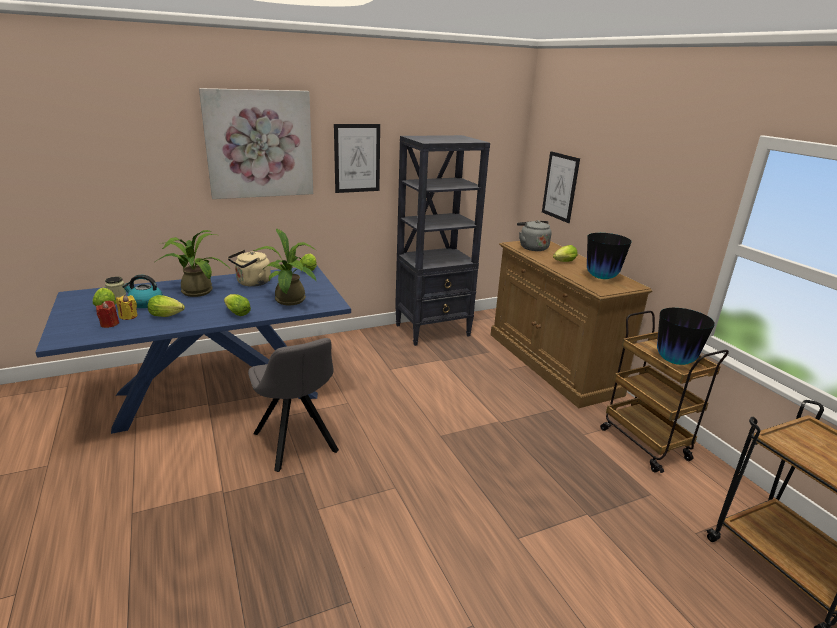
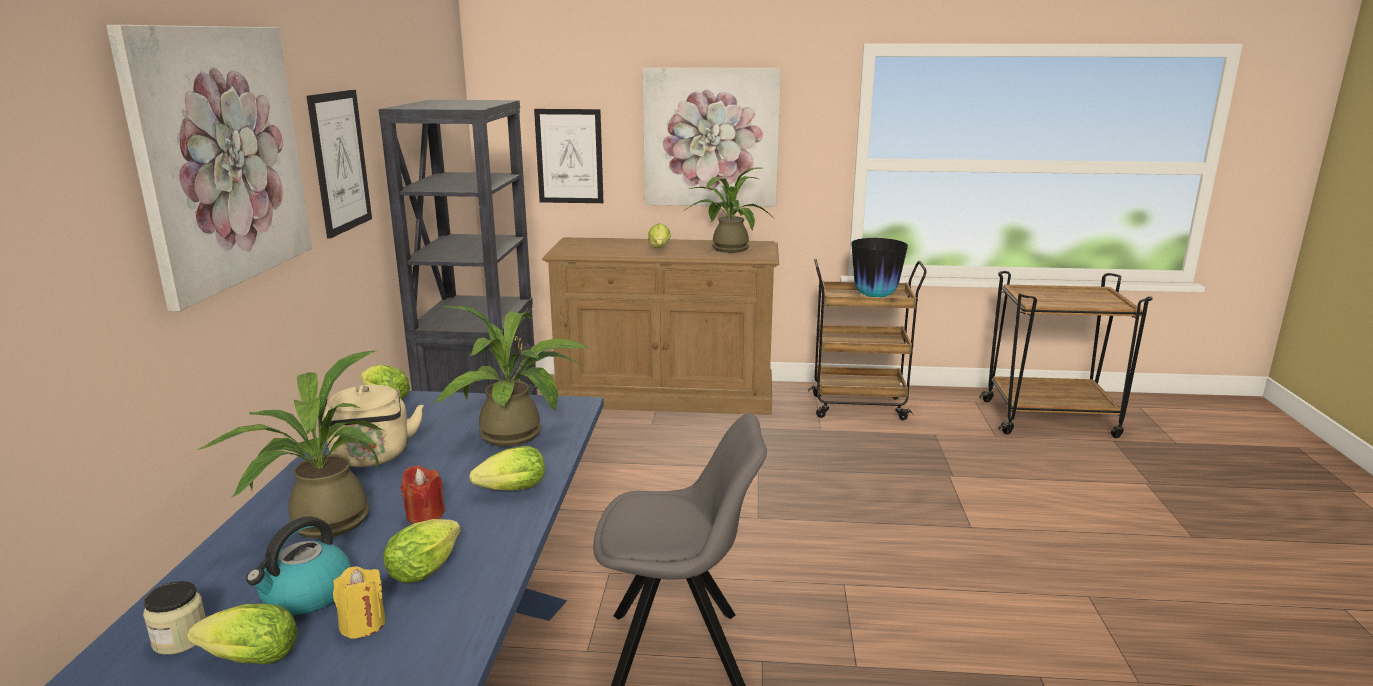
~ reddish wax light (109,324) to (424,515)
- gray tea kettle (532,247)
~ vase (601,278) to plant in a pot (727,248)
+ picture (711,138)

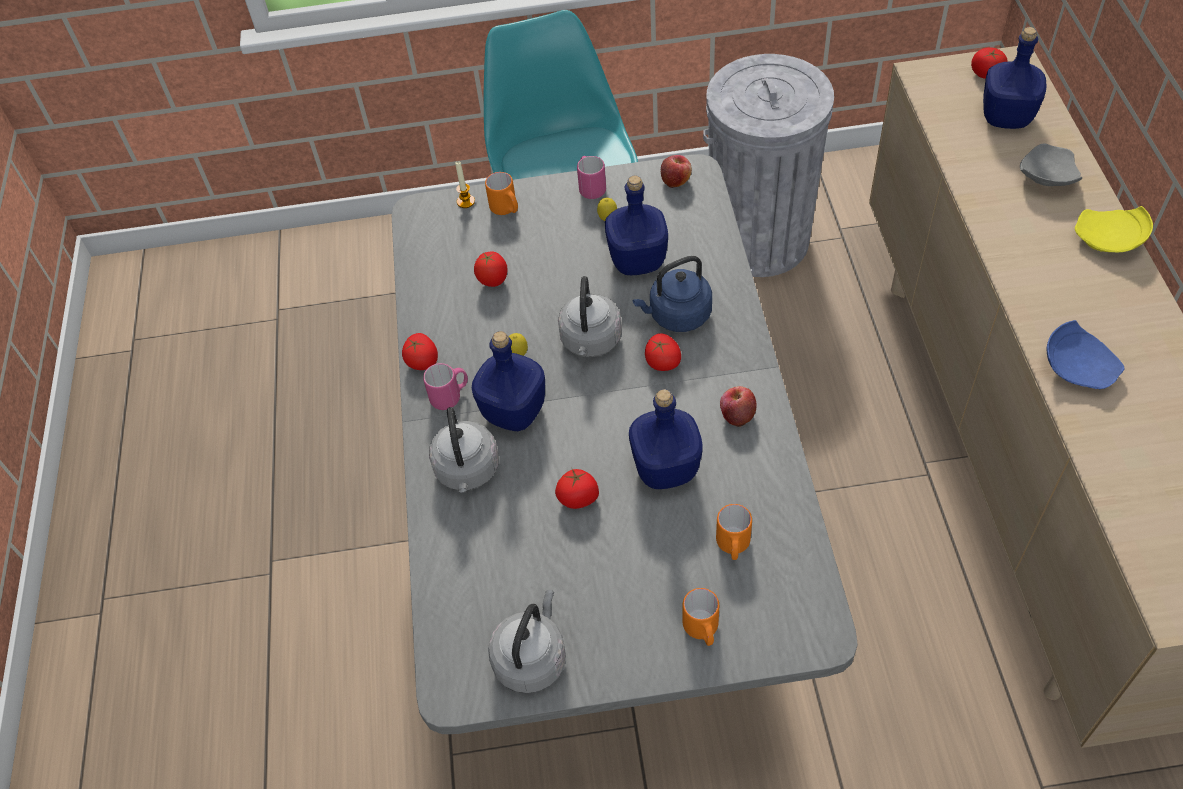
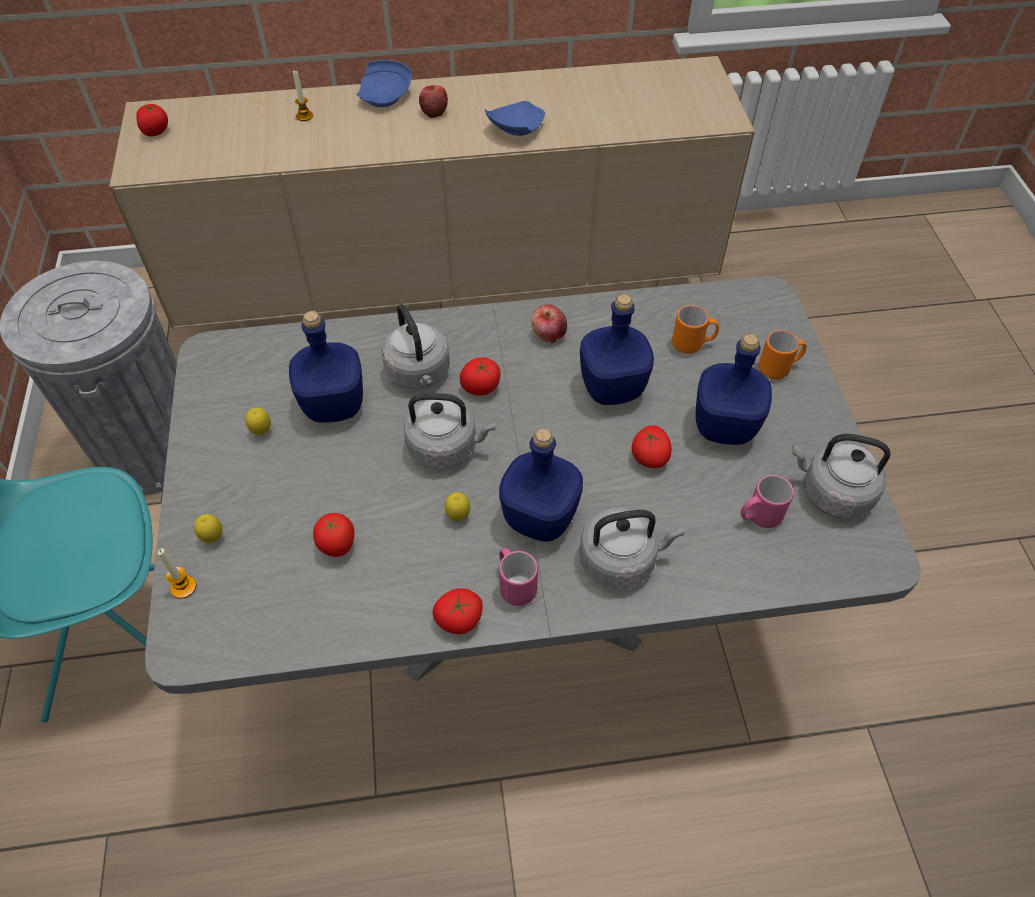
~ orange-coloured mug (506,209) to whole lemon (213,538)
~ pink mug (590,187) to (758,516)
~ bluish tea kettle (677,315) to gray tea kettle (419,374)
~ apple (676,180) to (434,111)
~ bluish drink bottle (1005,116) to (722,426)
~ gray dinner plate (1046,177) to wax light (304,116)
~ yellow-coloured dinner plate (1109,240) to bluish dinner plate (385,95)

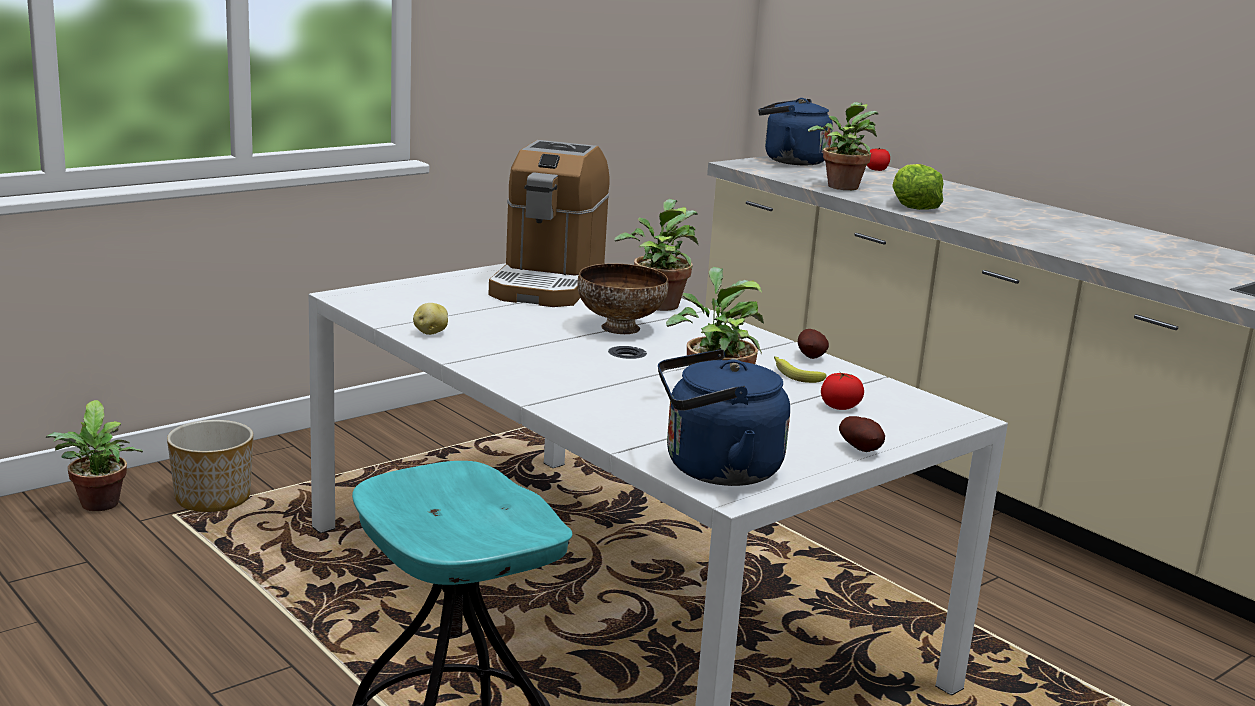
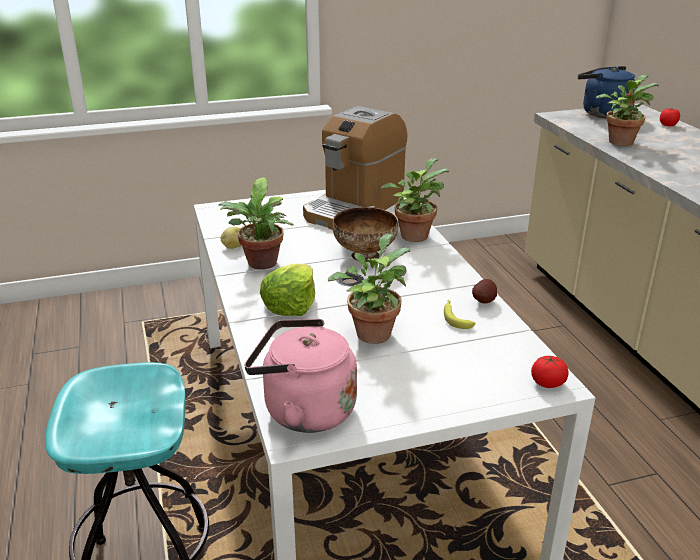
~ plant in a pot (99,506) to (260,265)
- planter (212,498)
~ bluish tea kettle (715,470) to pink tea kettle (303,410)
~ fresh tomato (840,407) to (547,383)
- whole potato (862,450)
~ head of lettuce (913,206) to (290,306)

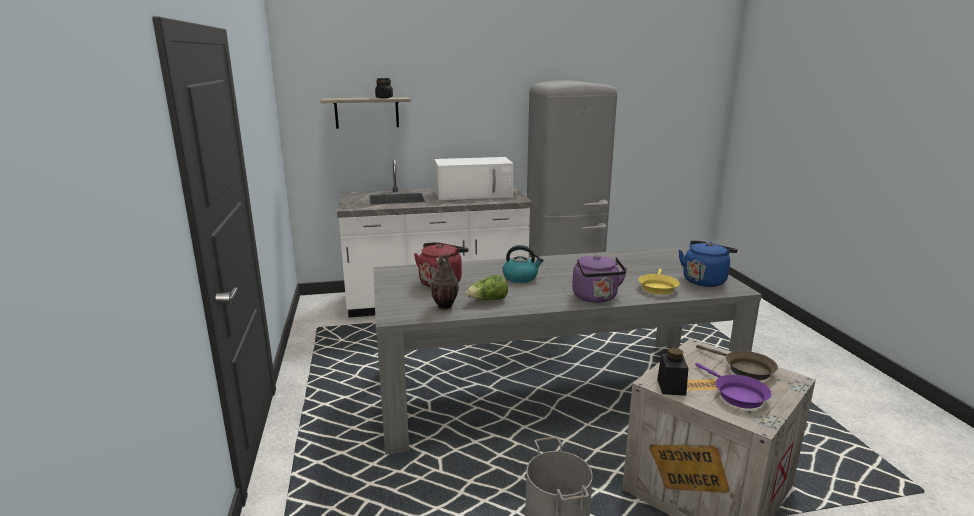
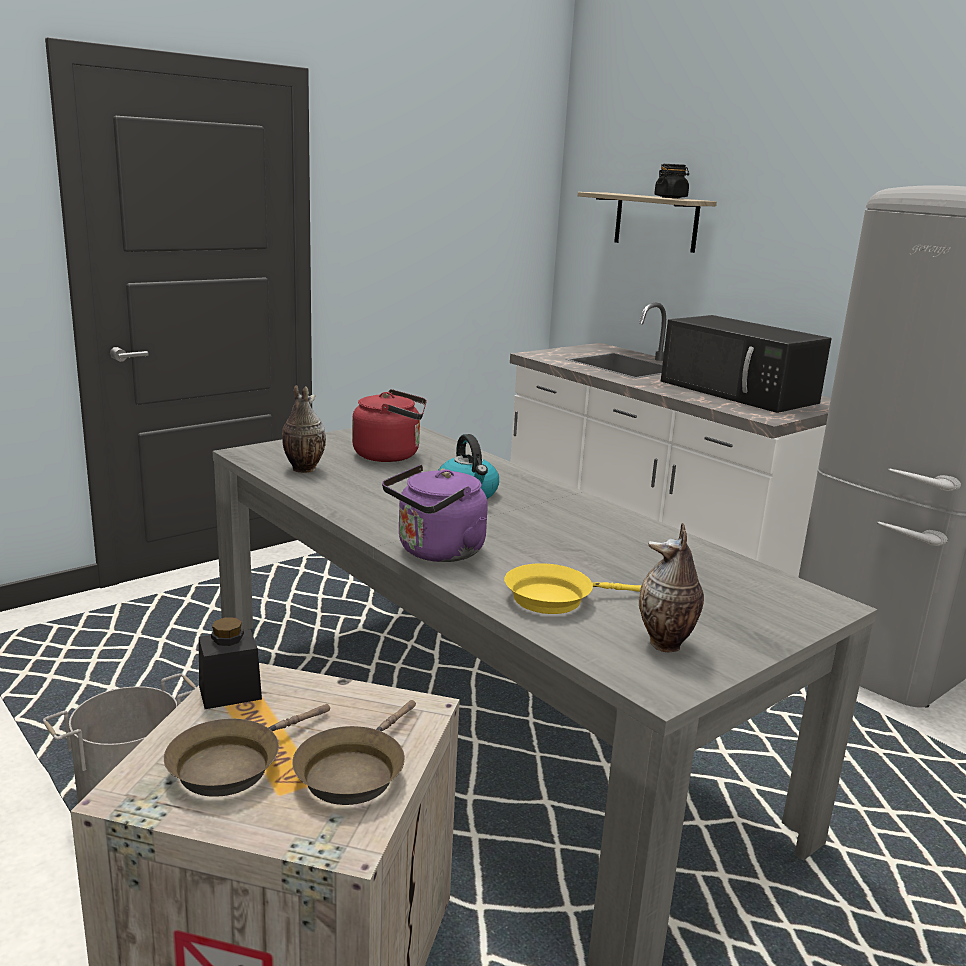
~ white kitchen microwave (474,194) to blackish kitchen microwave (740,392)
- head of lettuce (488,300)
~ bluish tea kettle (705,280) to vase (666,645)
~ purple frying pan (736,395) to brown-coloured frying pan (232,764)

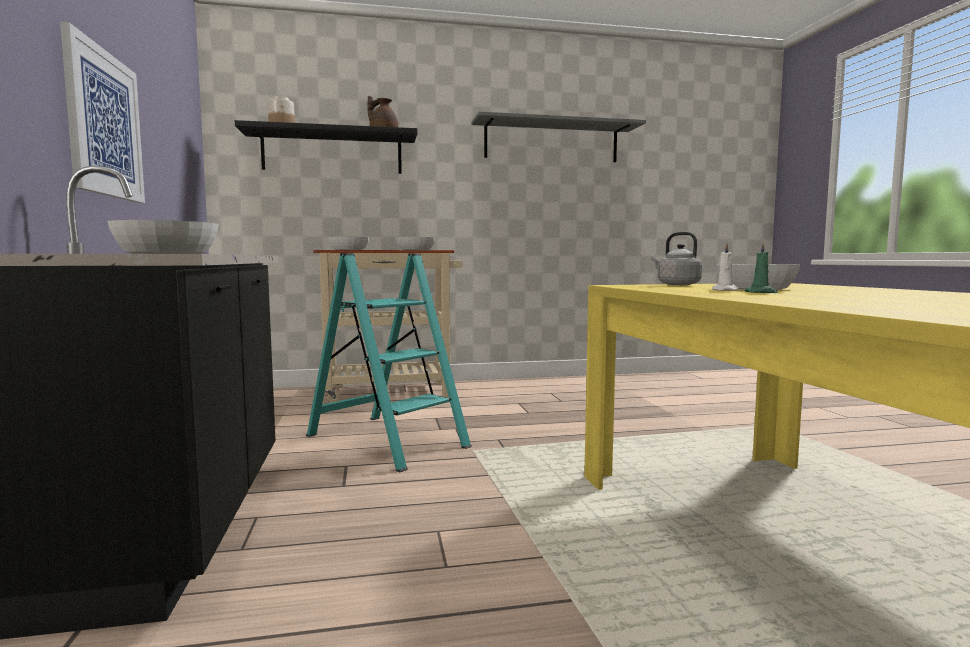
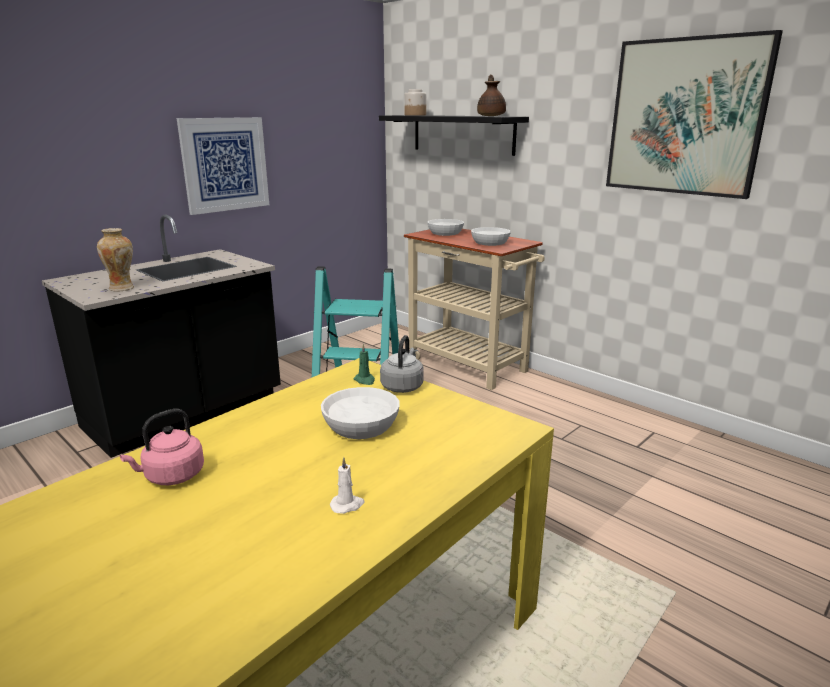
~ white serving bowl (168,253) to vase (122,288)
~ gray wall shelf (551,142) to picture (685,117)
~ white wax light (724,290) to (347,505)
~ green wax light (761,293) to (365,380)
+ pink tea kettle (171,476)

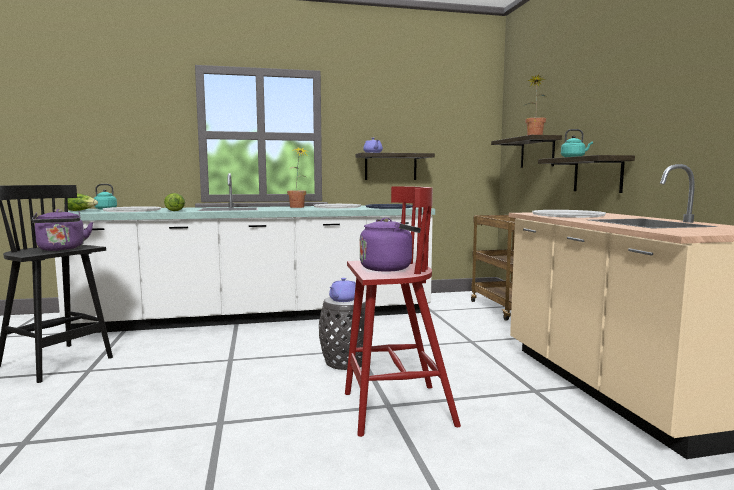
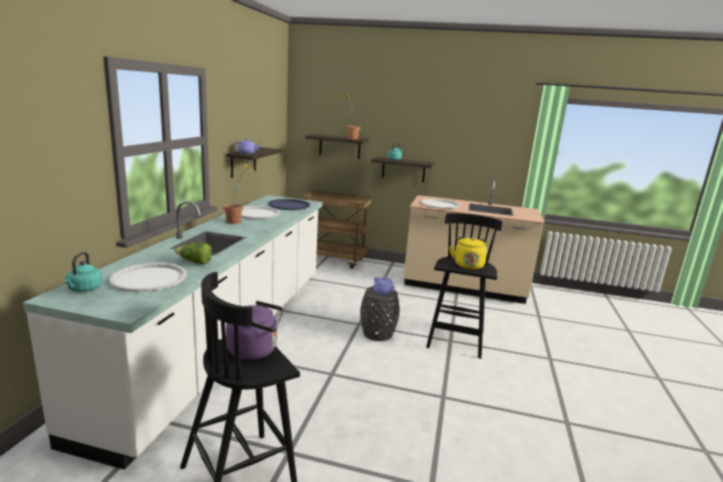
- head of lettuce (81,211)
~ reddish stool seat (394,409) to blackish stool seat (455,340)
~ purple tea kettle (389,268) to yellow-coloured tea kettle (467,265)

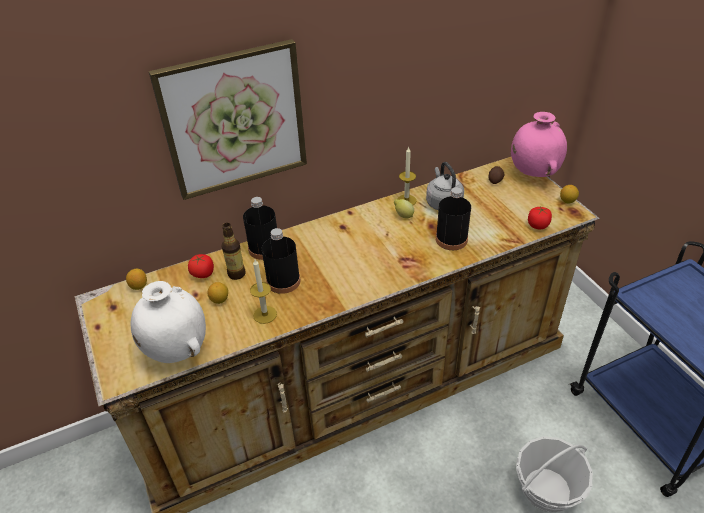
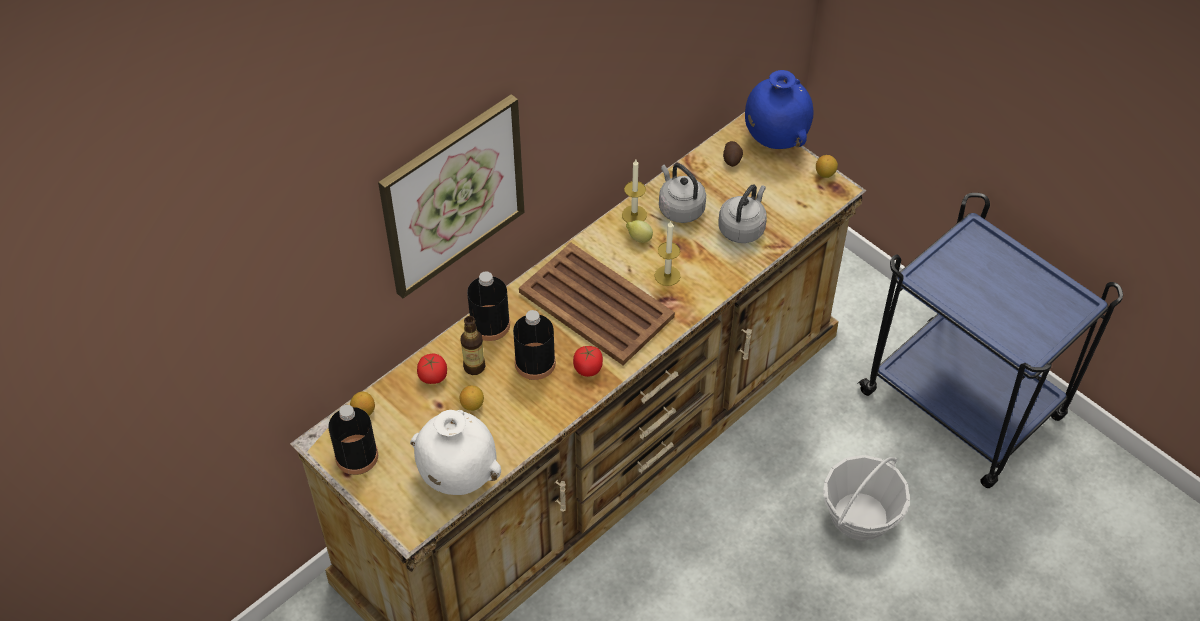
~ wax light (265,314) to (667,275)
~ blackish drink bottle (451,239) to (356,456)
~ pink vase (533,173) to bluish vase (775,139)
~ fresh tomato (538,225) to (588,368)
+ brown-coloured tray (597,305)
+ gray tea kettle (742,228)

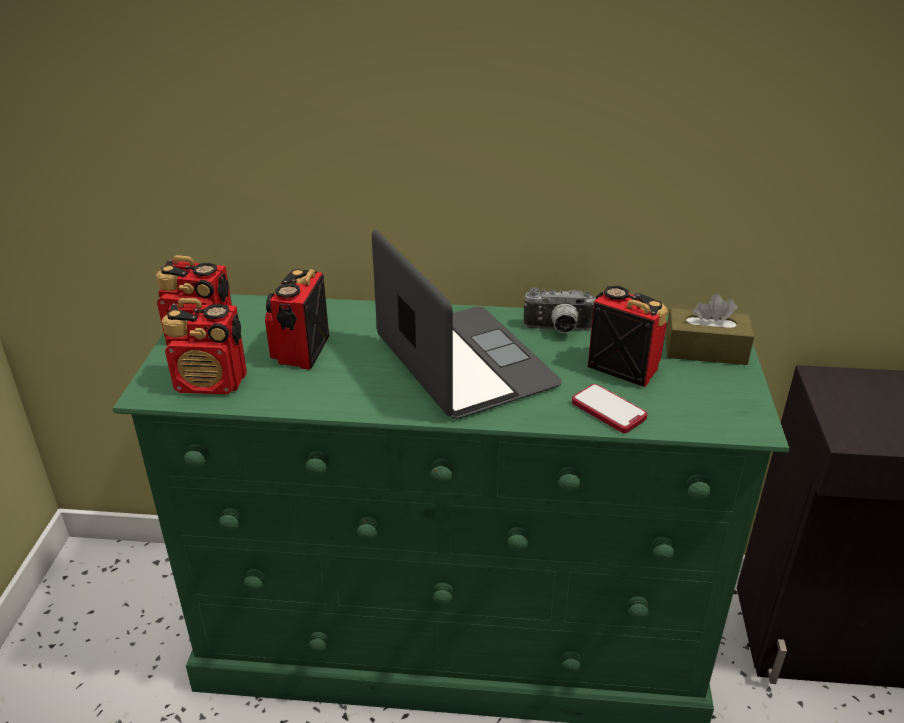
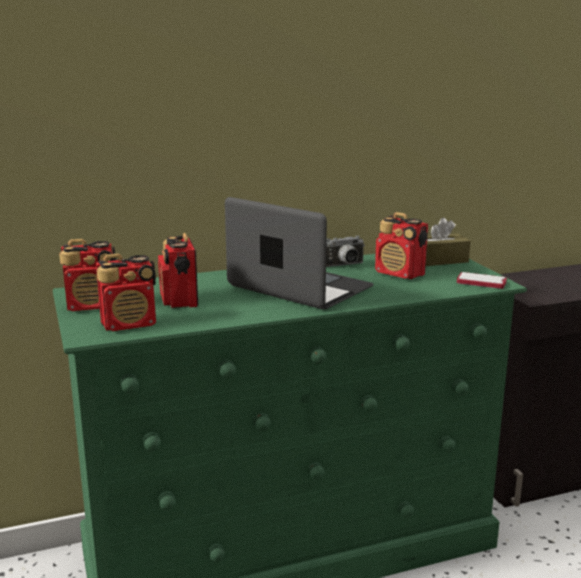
~ handset (608,410) to (481,282)
~ radio (622,367) = (400,274) 150 degrees counterclockwise

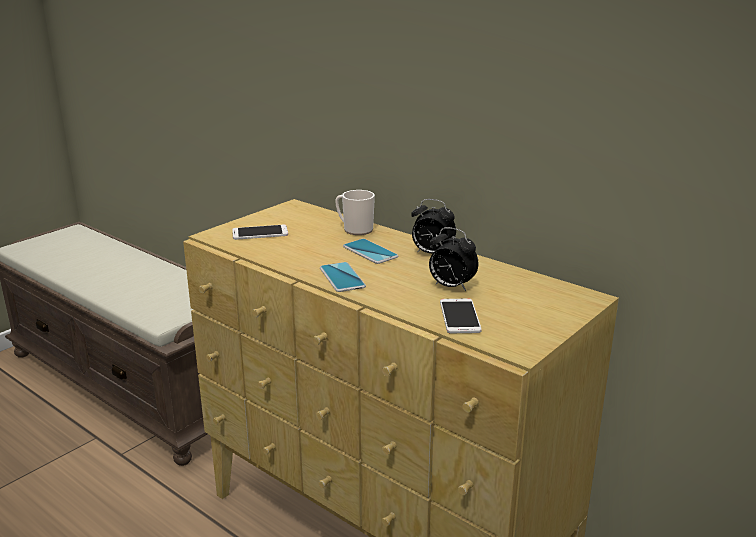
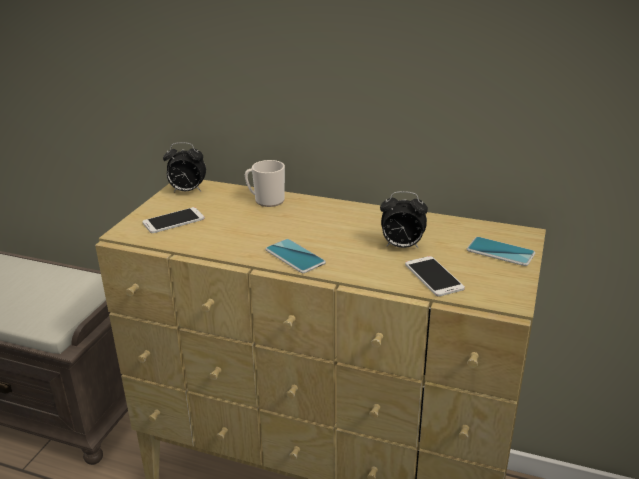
~ handset (370,252) to (500,252)
~ table clock (431,253) to (187,191)

